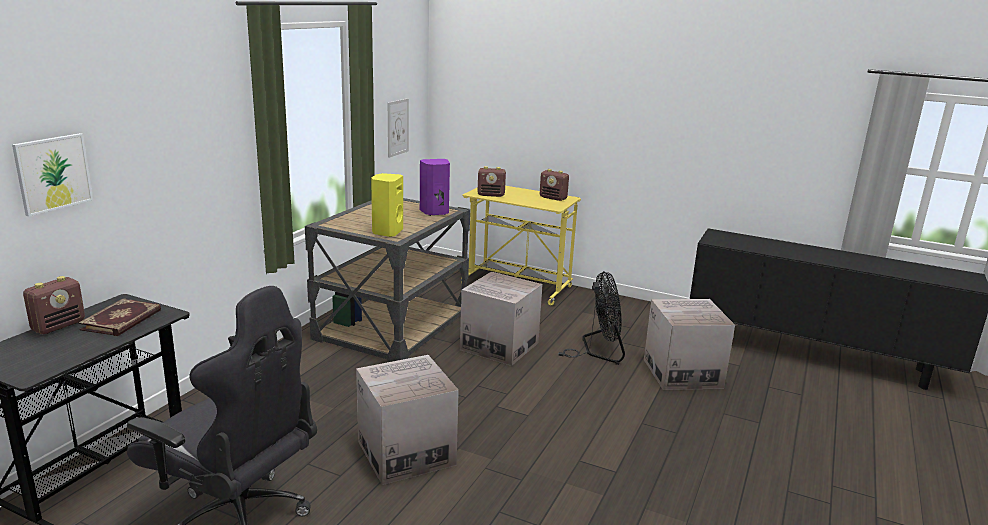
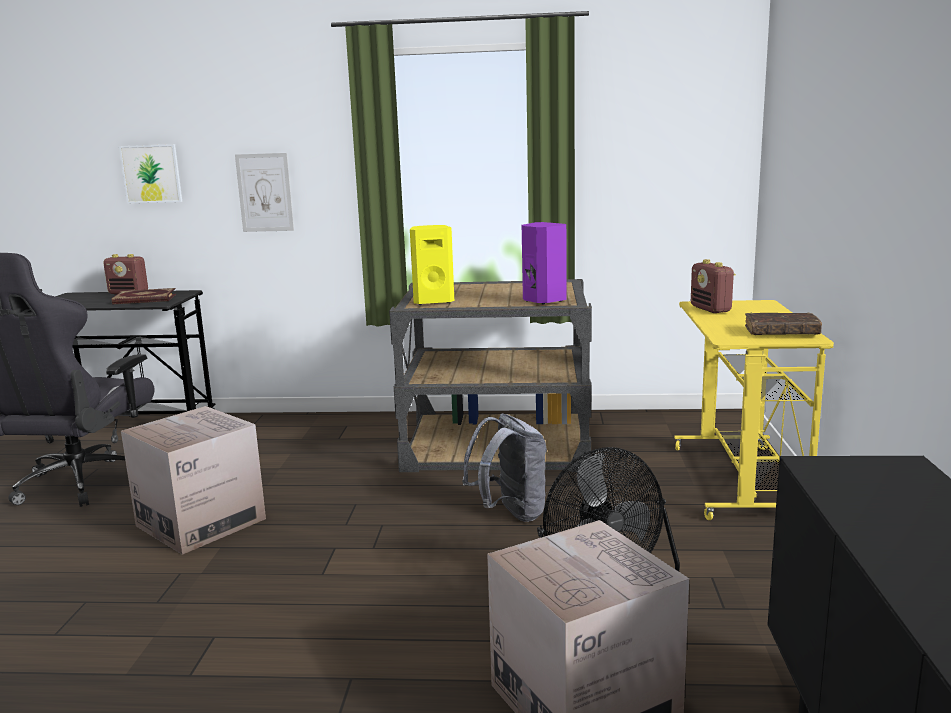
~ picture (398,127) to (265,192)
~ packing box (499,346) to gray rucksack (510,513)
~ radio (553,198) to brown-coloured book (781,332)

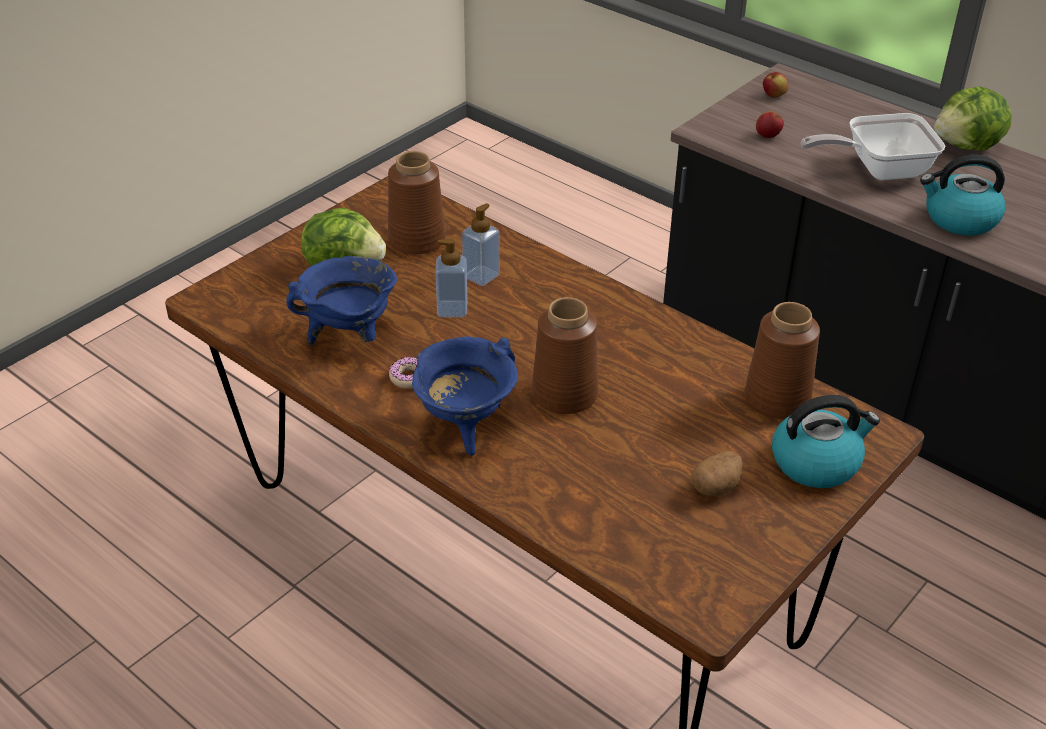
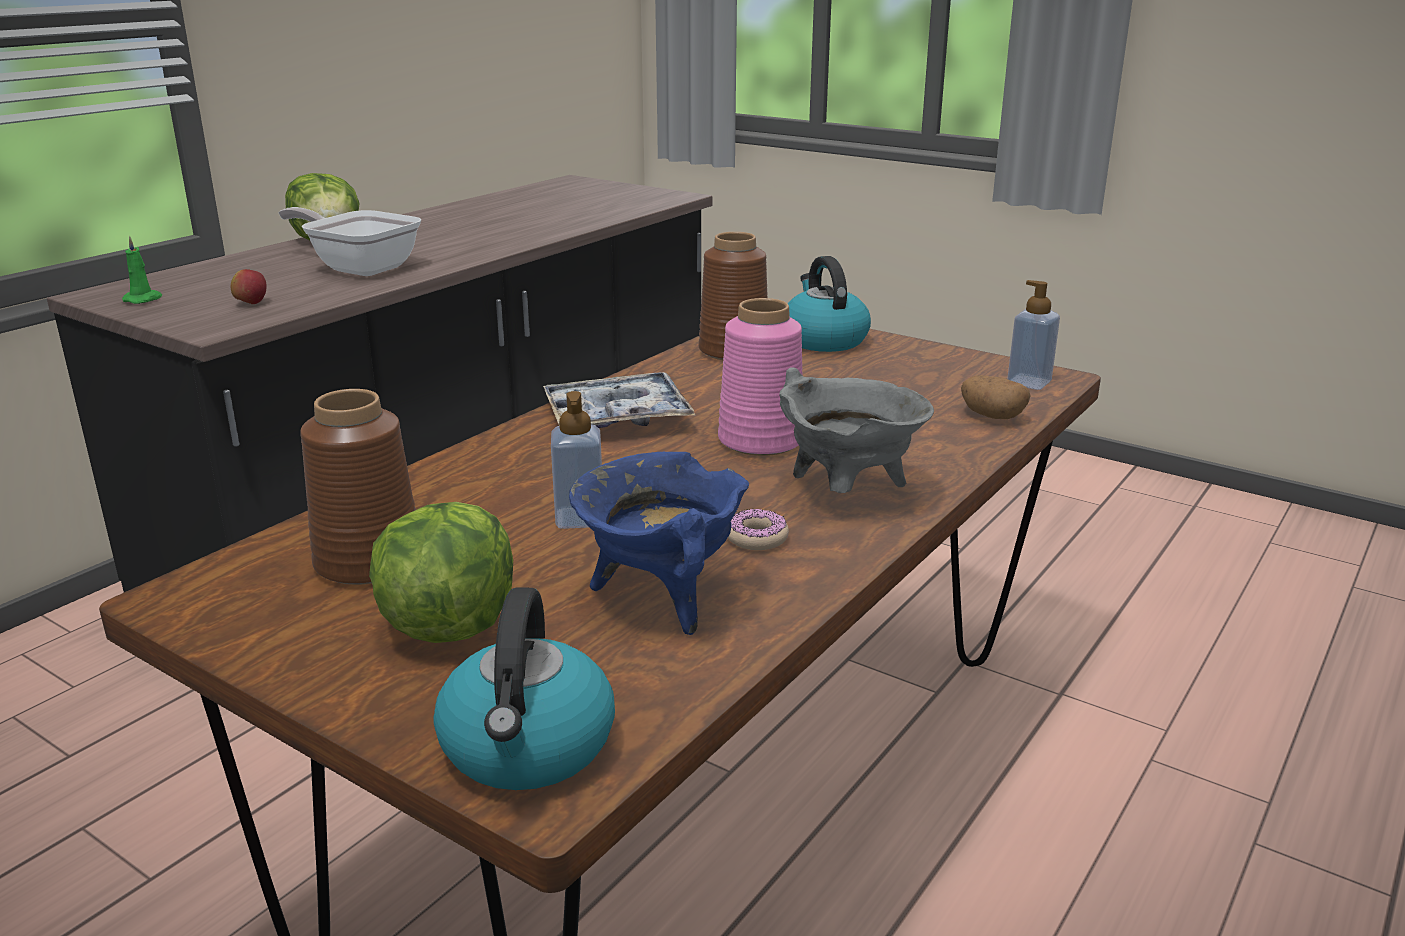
~ bluish saucepot (465,426) to gray saucepot (848,493)
~ soap bottle (481,276) to (1029,382)
~ brown-coloured vase (565,395) to pink vase (761,440)
~ whole potato (716,486) to (992,416)
~ apple (774,96) to green wax light (144,299)
~ frying pan (878,169) = (359,267) 135 degrees clockwise
~ tea kettle (959,219) to (528,747)
+ tray (617,416)

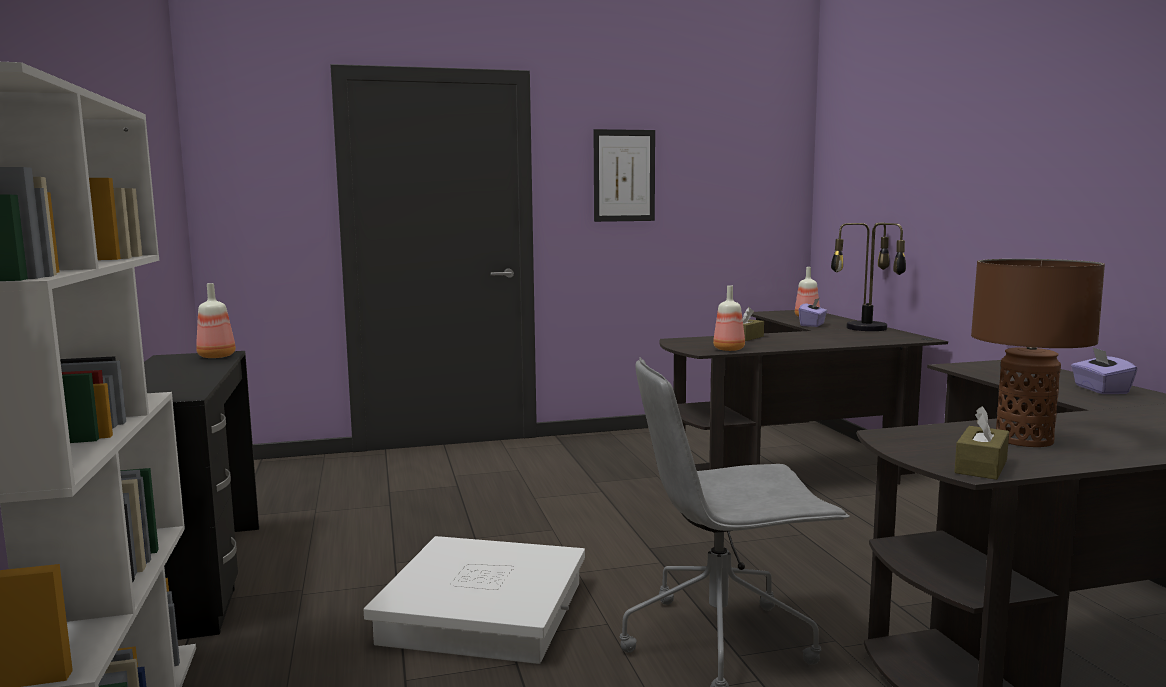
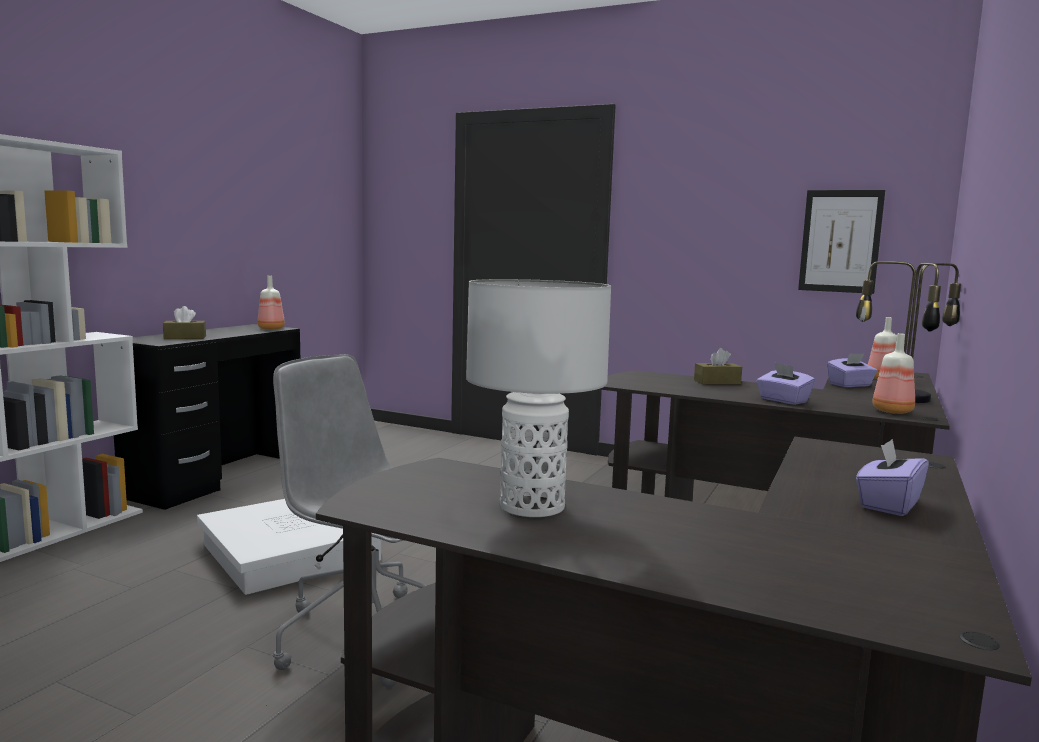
~ picture (624,175) to (840,241)
~ drink bottle (730,349) to (893,411)
~ brown-coloured box of tissues (981,466) to (185,337)
~ brown-coloured tabletop lamp (1025,440) to white tabletop lamp (531,506)
+ purple box of tissues (783,400)

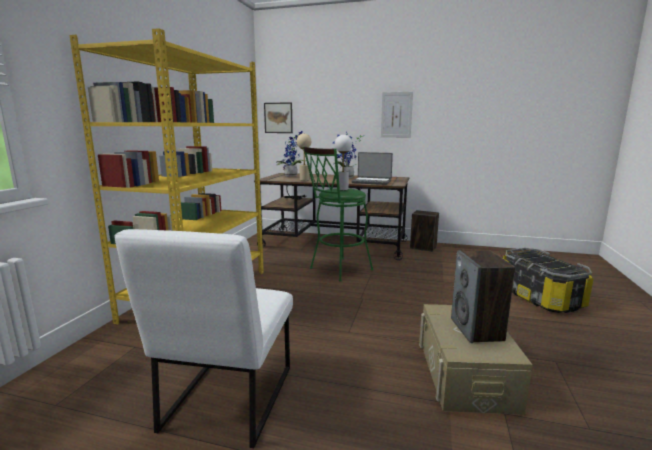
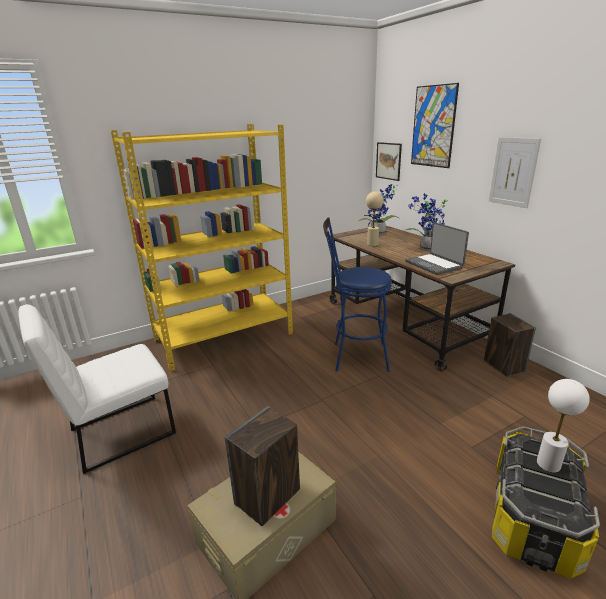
~ green stool seat (337,270) to bluish stool seat (354,356)
~ white tabletop lamp (342,189) to (548,464)
+ picture (433,126)

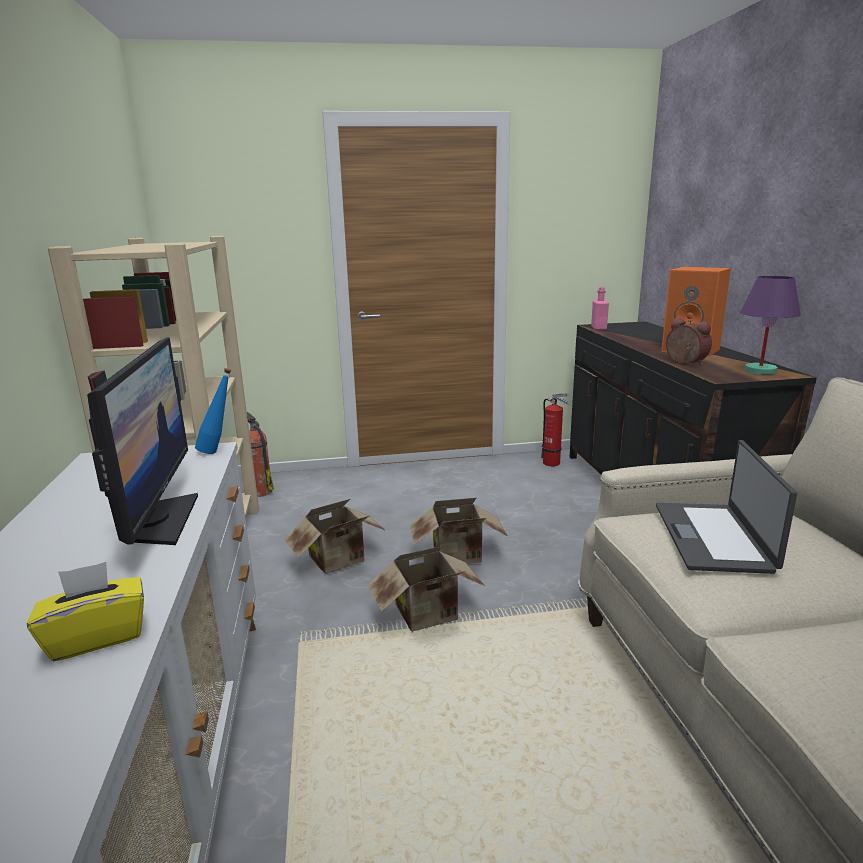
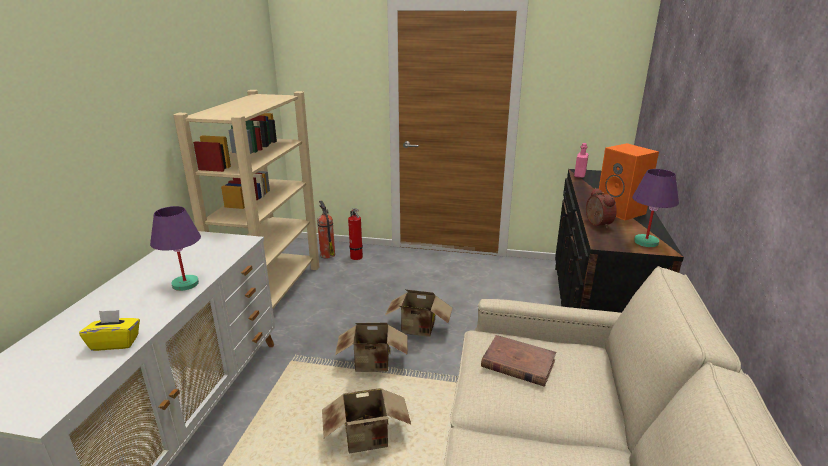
~ monitor (159,521) to purple tabletop lamp (185,284)
- bluish drink bottle (219,452)
~ packing box (340,561) to (368,439)
~ fire-fighting cylinder (553,463) to (357,257)
~ notebook computer (714,537) to brown-coloured book (517,363)

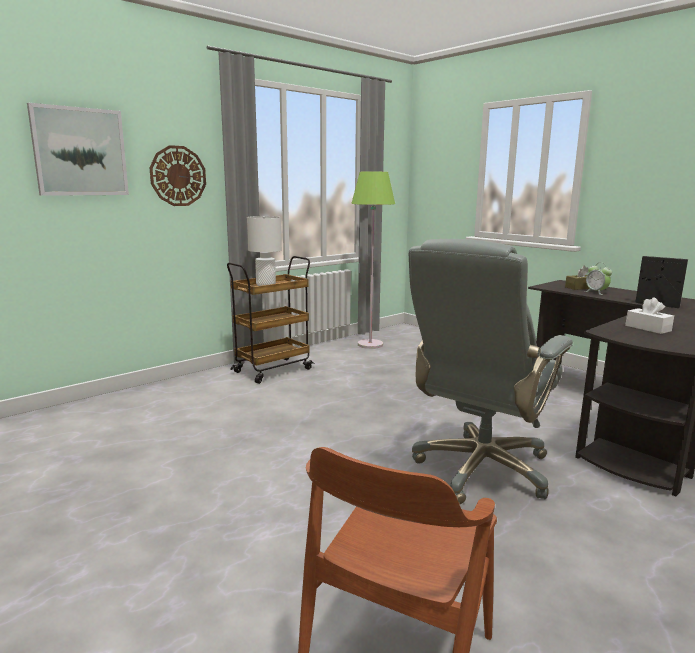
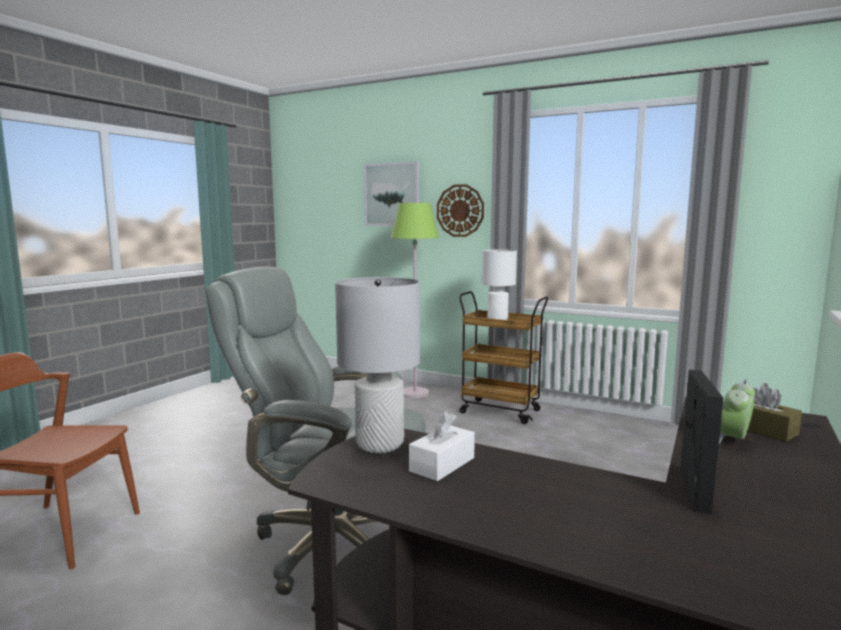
~ green standing lamp (370,344) to (415,393)
+ gray tabletop lamp (379,448)

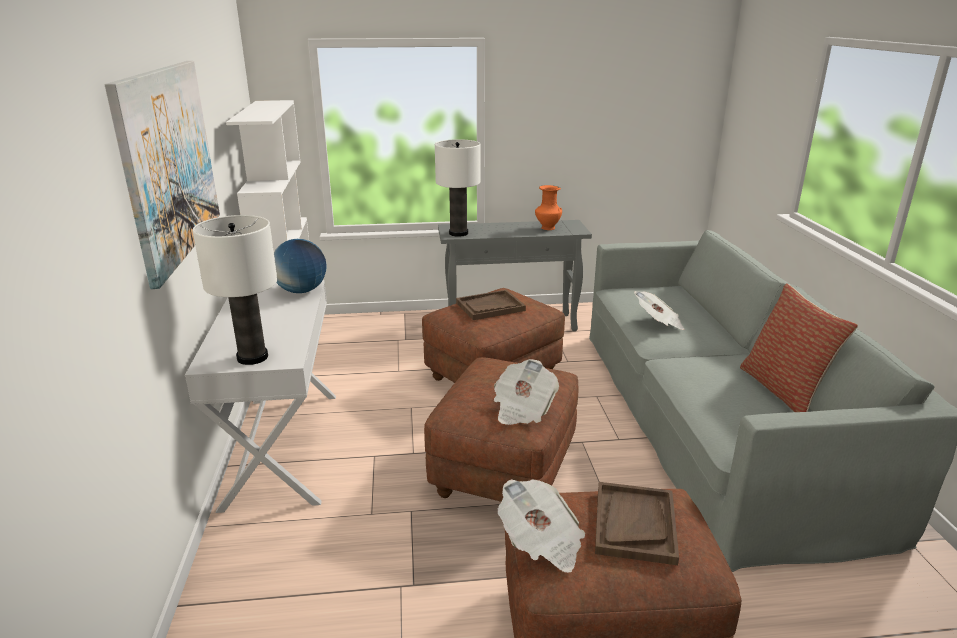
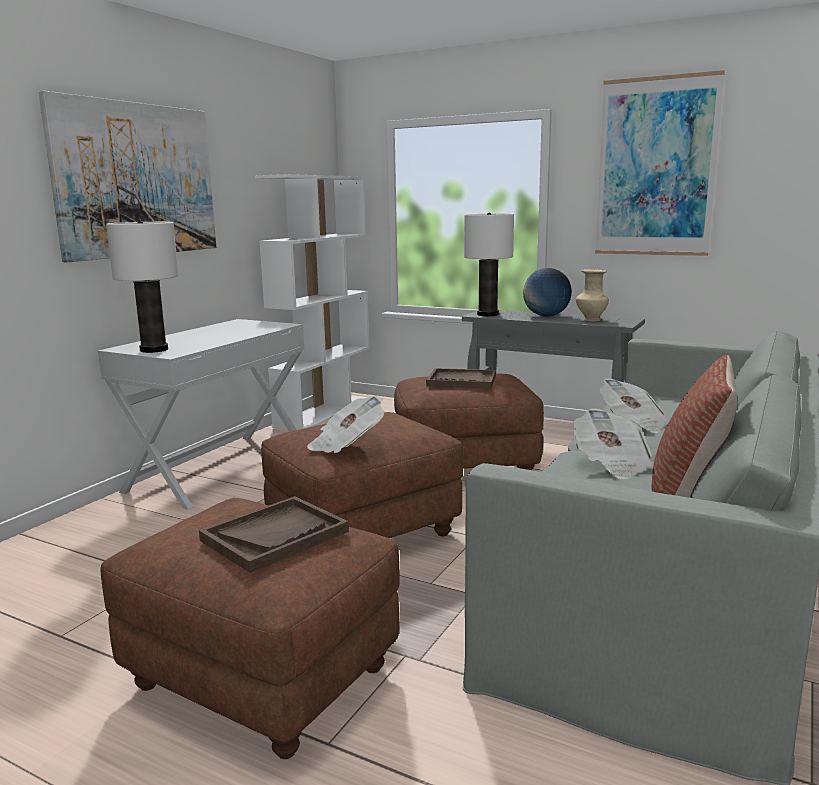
~ globe (301,291) to (546,316)
~ daily paper (541,542) to (611,464)
~ orange-coloured vase (547,228) to sand-coloured vase (590,320)
+ picture (656,168)

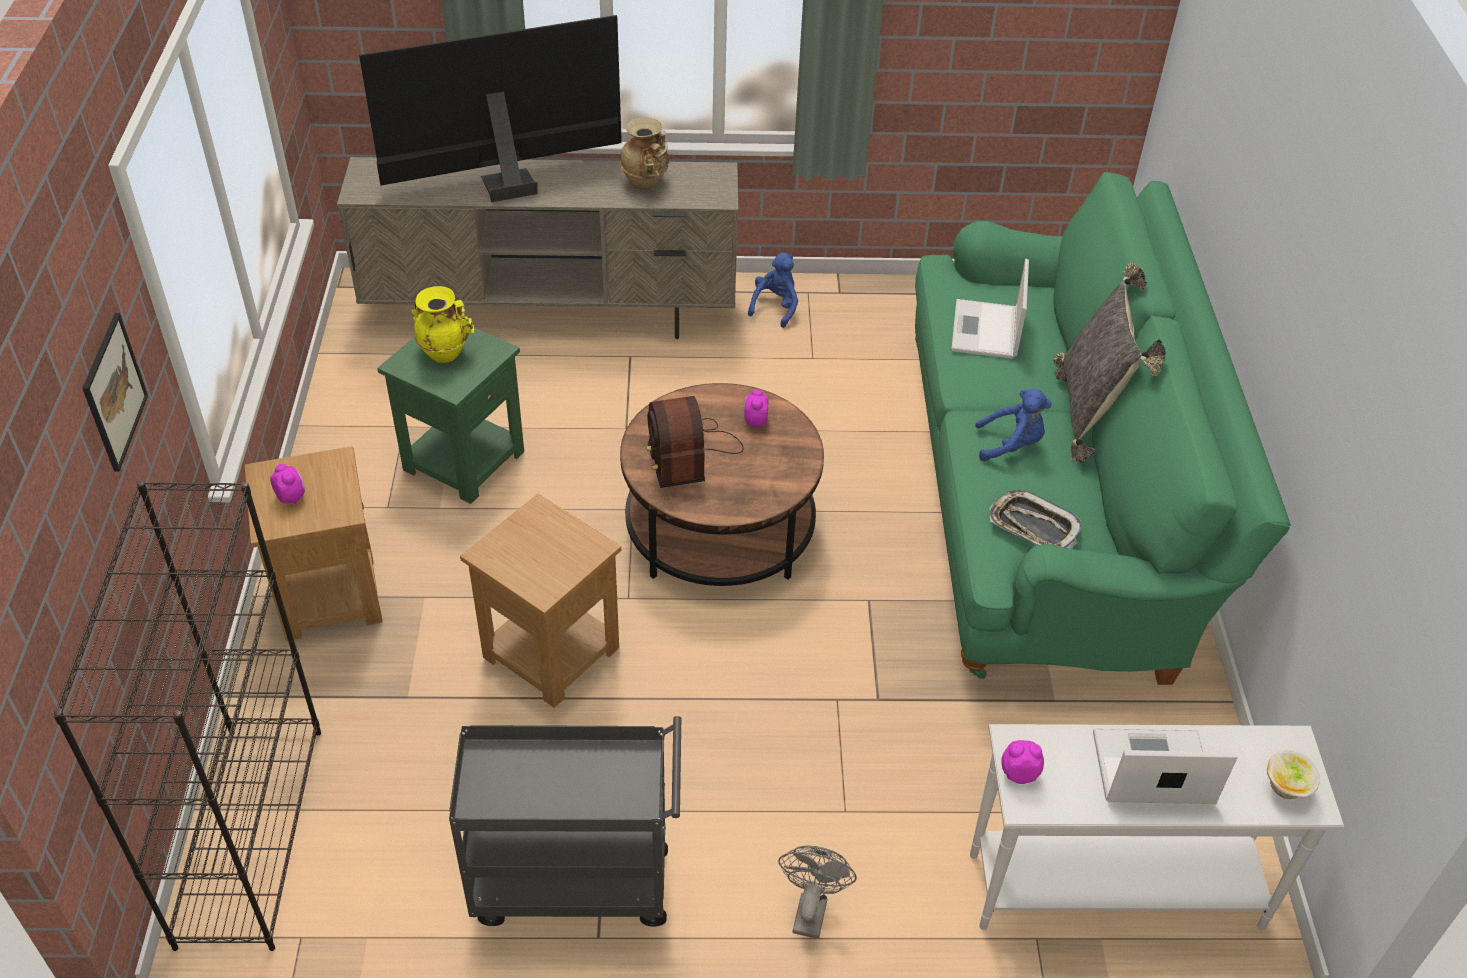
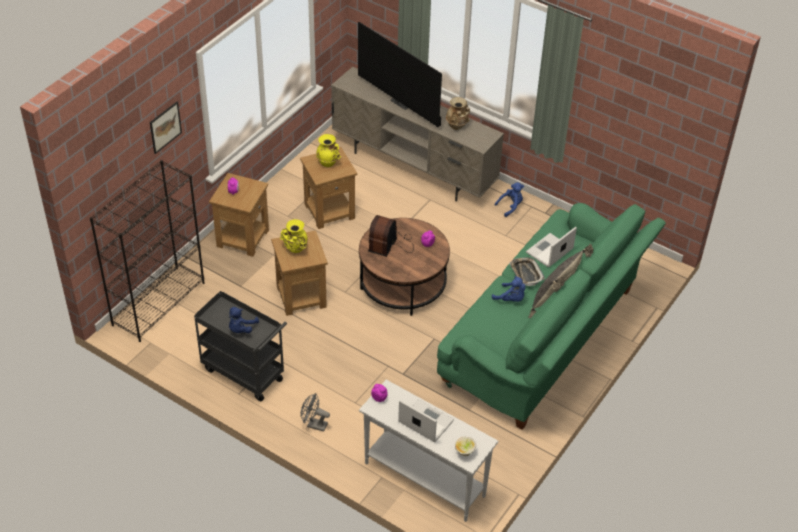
~ television (506,181) = (402,102) 150 degrees counterclockwise
~ green side table (464,460) to brown-coloured side table (330,211)
~ gray electric fan (810,909) = (314,425) 120 degrees counterclockwise
~ tray (1033,526) to (526,273)
+ bluish soft toy (241,329)
+ yellow-coloured vase (295,249)

